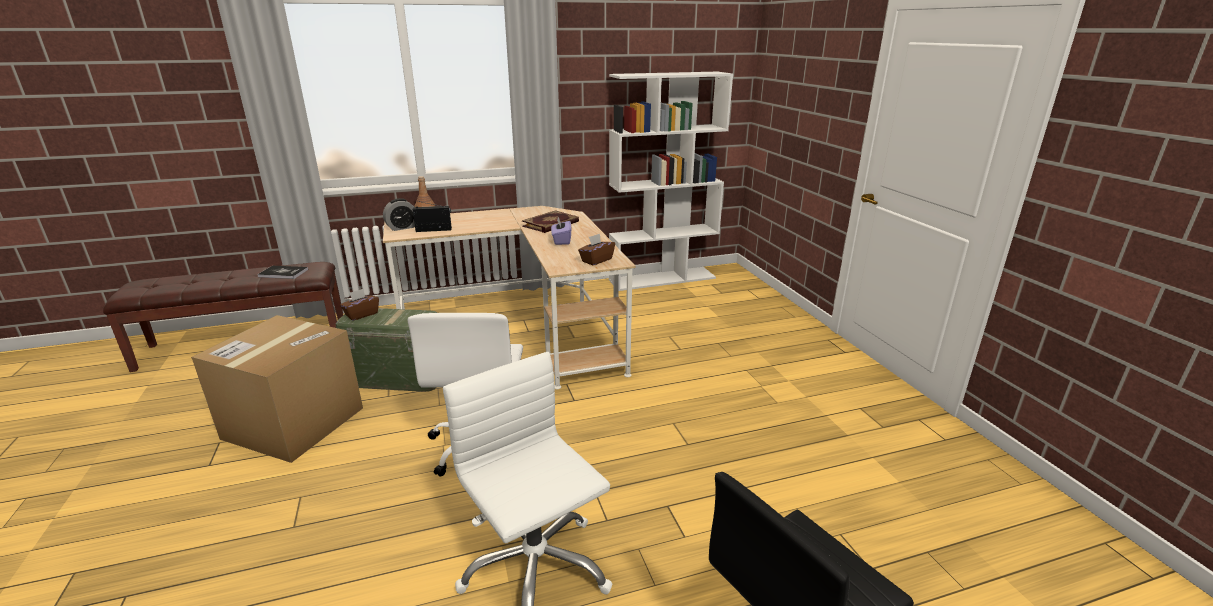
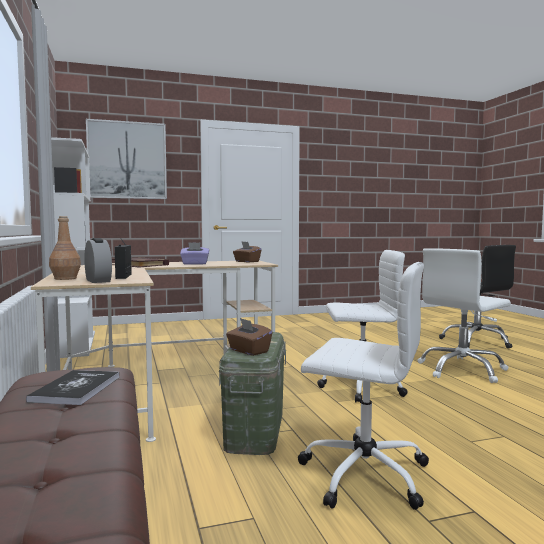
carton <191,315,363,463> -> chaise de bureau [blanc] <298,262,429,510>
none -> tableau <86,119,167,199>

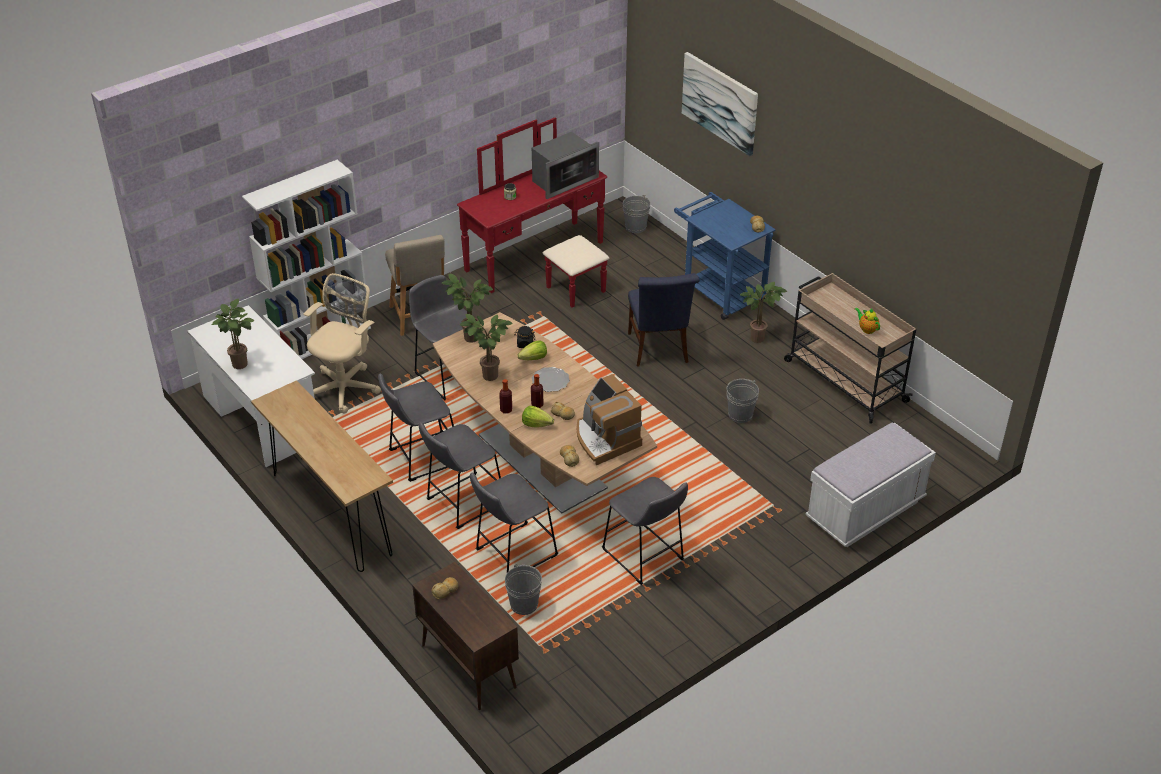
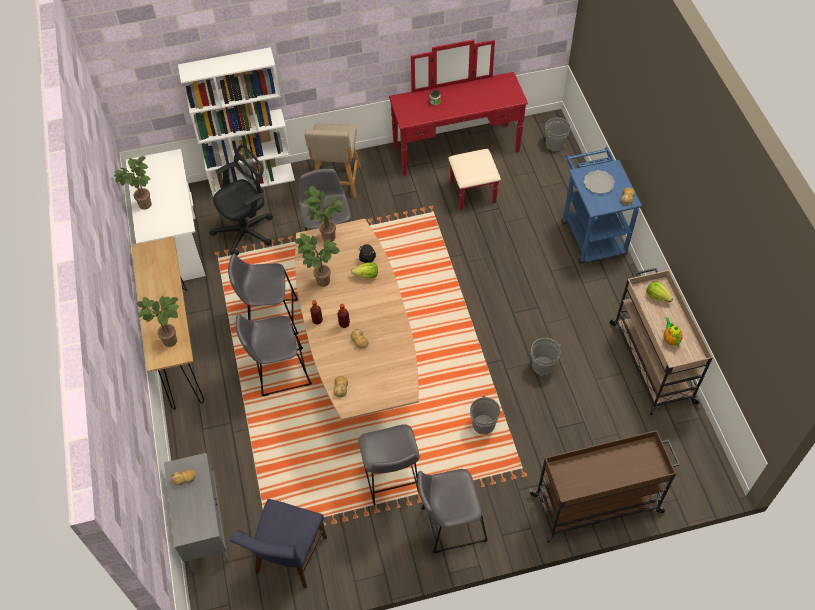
tableau <682,52,758,156> -> none
micro-ondes <532,132,599,199> -> none
chaise de bureau [beige] <303,273,381,414> -> chaise de bureau [noir] <209,145,273,255>
chaise [bleu] <628,273,699,367> -> chaise [bleu] <230,499,327,588>, moved
plante en pot <740,282,787,343> -> plante en pot <137,296,179,347>, moved
assiette <532,367,570,392> -> assiette <583,170,615,194>, moved
machine à café <576,374,642,465> -> none
laitue <522,406,554,428> -> laitue <646,281,673,302>, moved
banc [blanc] <805,422,936,547> -> chariot [marron] <529,430,680,543>
tabouret [gris] <470,473,558,572> -> tabouret [gris] <417,469,488,554>, moved
meuble de rangement [marron] <412,562,519,710> -> meuble de rangement [gris] <164,453,231,573>
seau [gris] <505,564,542,615> -> seau [gris] <470,395,500,435>, moved

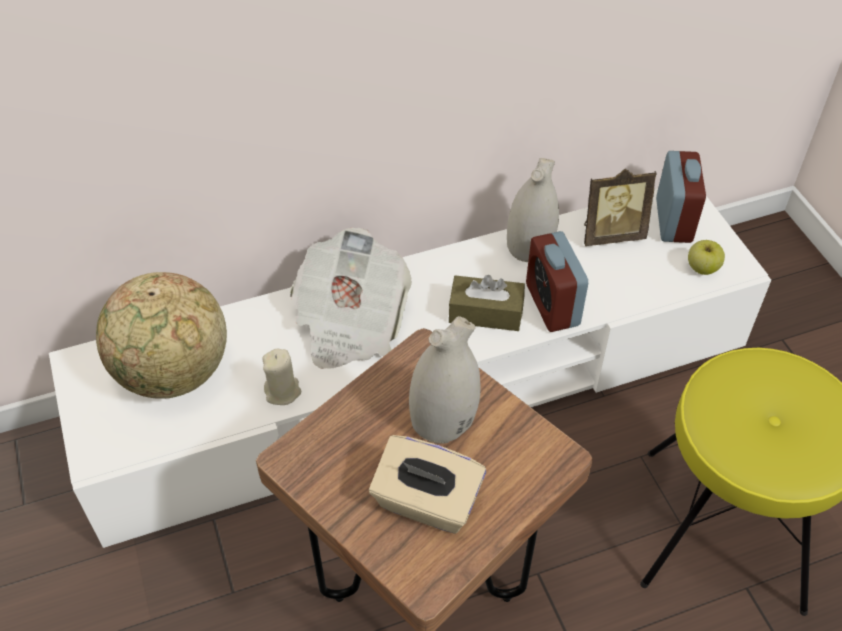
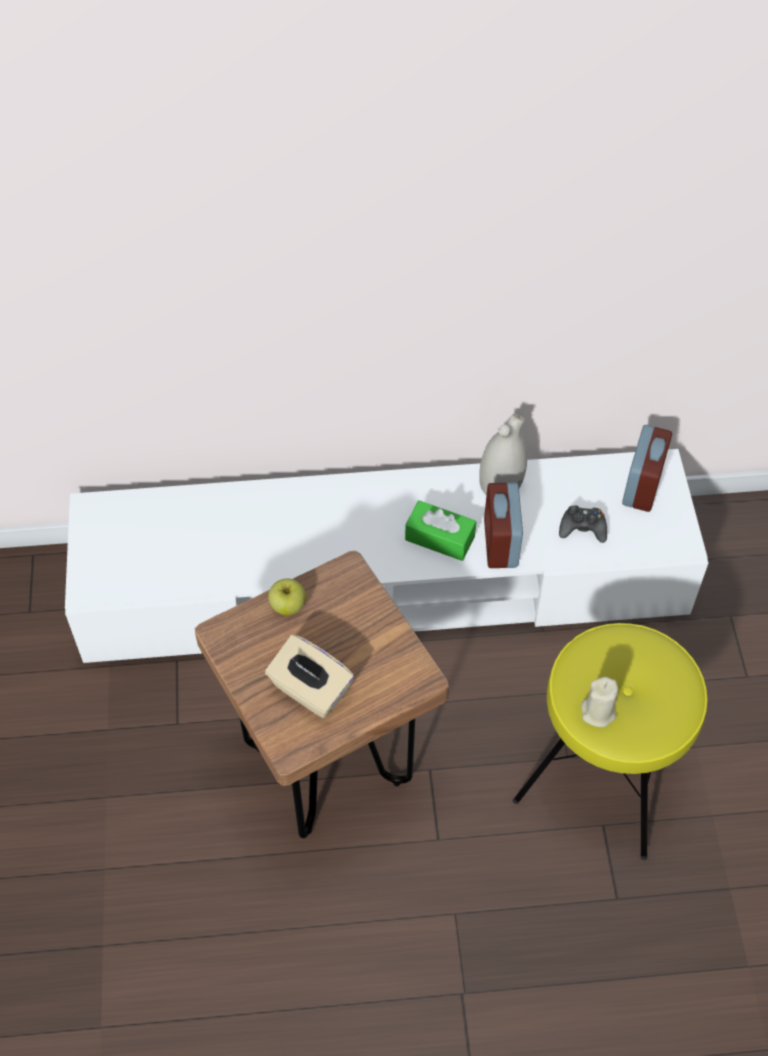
cadre photo <584,169,657,246> -> none
journal <290,228,412,369> -> none
pomme <688,240,725,275> -> pomme <268,578,306,615>, moved
globe <96,272,227,399> -> none
boîte à mouchoirs [marron] <449,275,525,331> -> boîte à mouchoirs [vert] <405,500,476,561>
vase [blanc] <409,316,481,444> -> none
bougie [beige] <262,348,302,405> -> bougie [beige] <581,677,618,727>, moved
none -> manette [noir] <559,506,607,543>

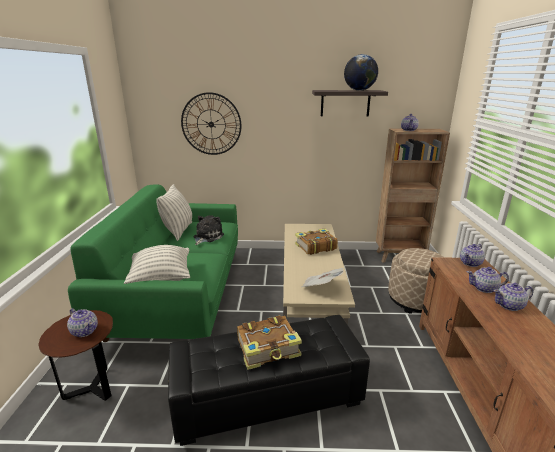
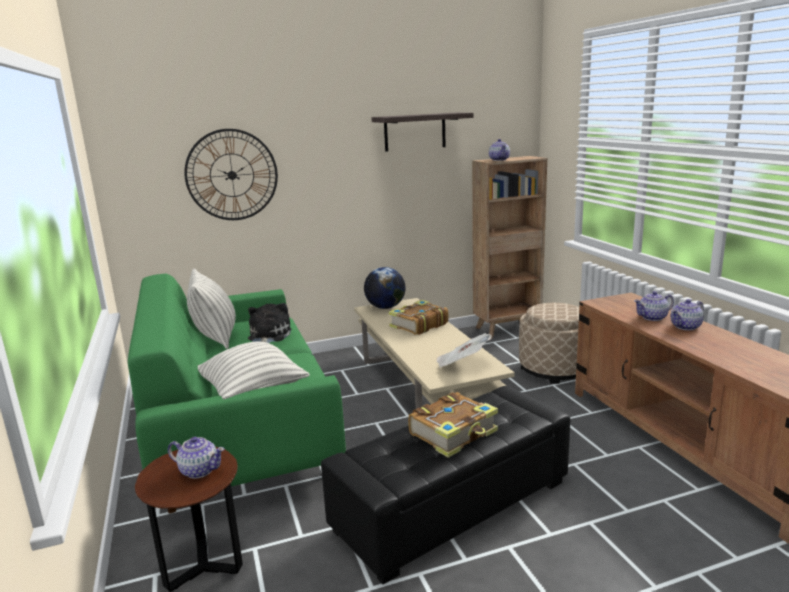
globe <344,54,378,91> -> globe <364,267,406,309>, moved
théière <460,244,485,267> -> none

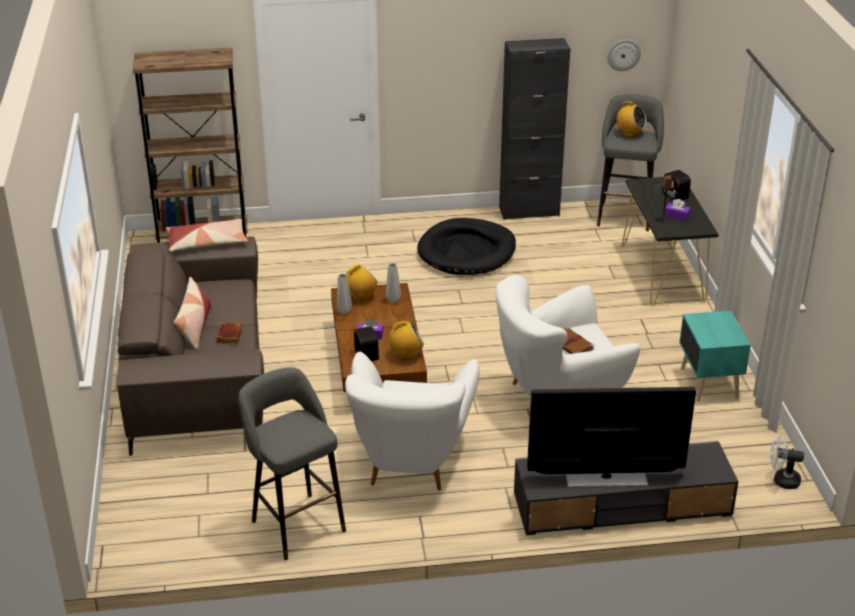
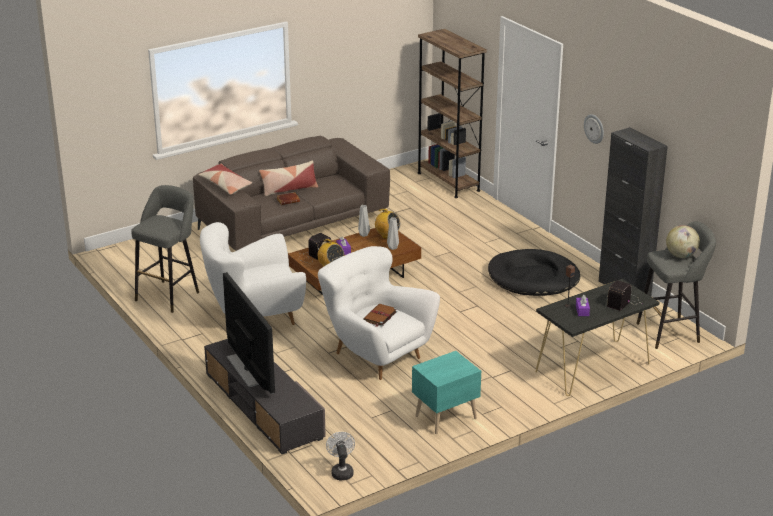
horloge murale <607,39,641,71> -> horloge murale <584,114,604,144>, moved
radio <616,101,646,137> -> globe <666,225,700,258>
coussin <166,219,248,251> -> coussin <199,163,252,195>, moved

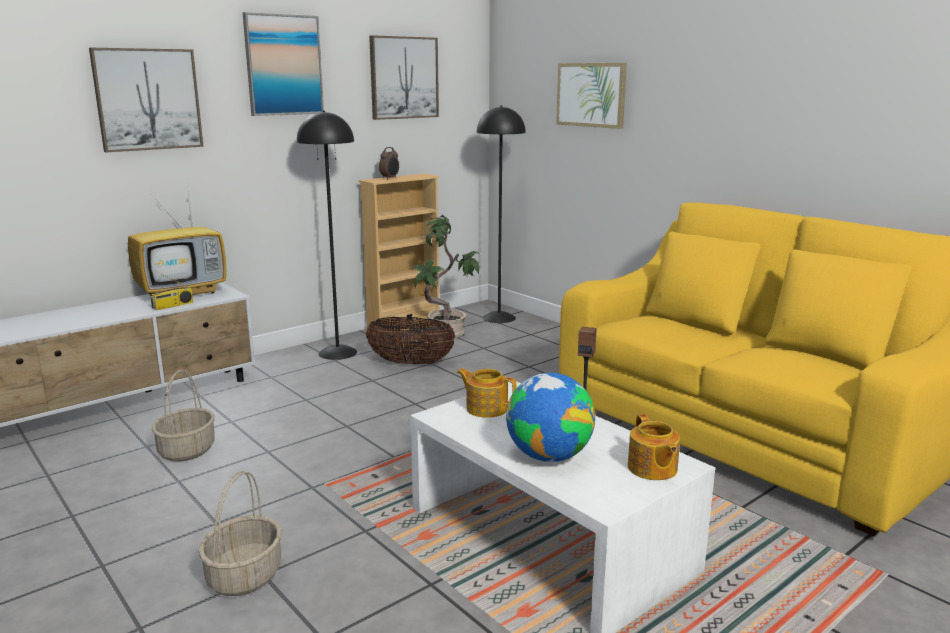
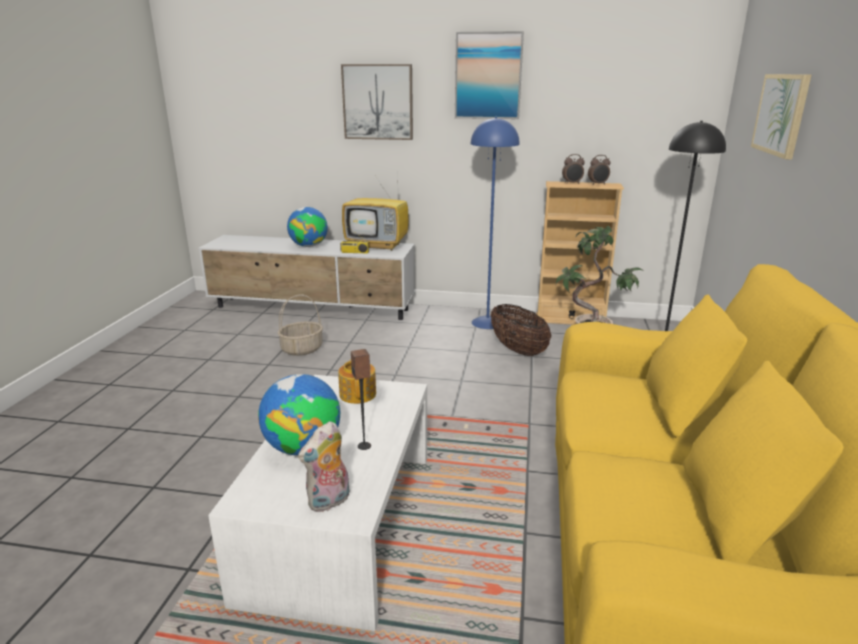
tableau <369,35,439,120> -> none
lampadaire [noir] <297,111,357,360> -> lampadaire [bleu] <471,117,520,329>
théière <628,414,680,480> -> peluche <298,421,350,512>
panier <198,471,282,596> -> none
none -> réveil <588,155,611,185>
none -> globe <287,207,328,247>

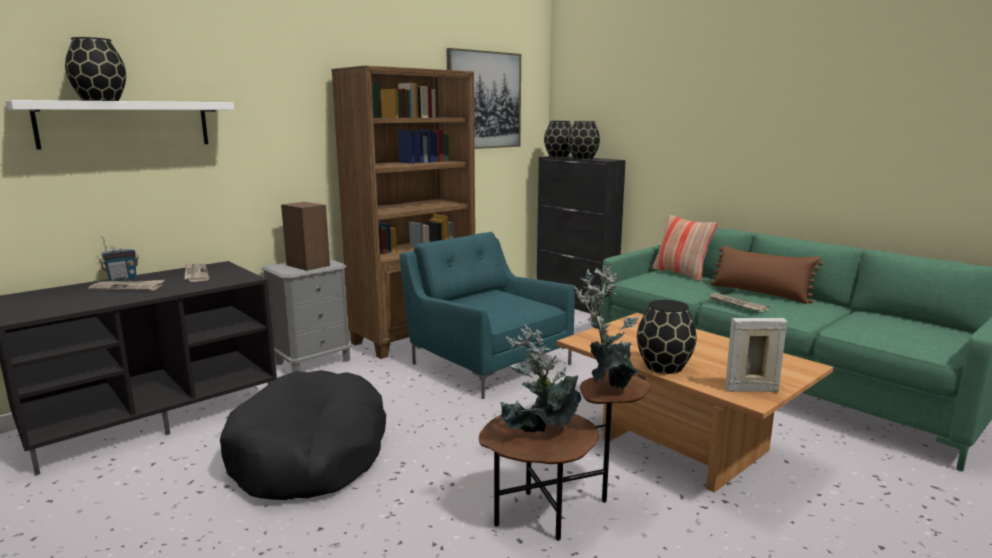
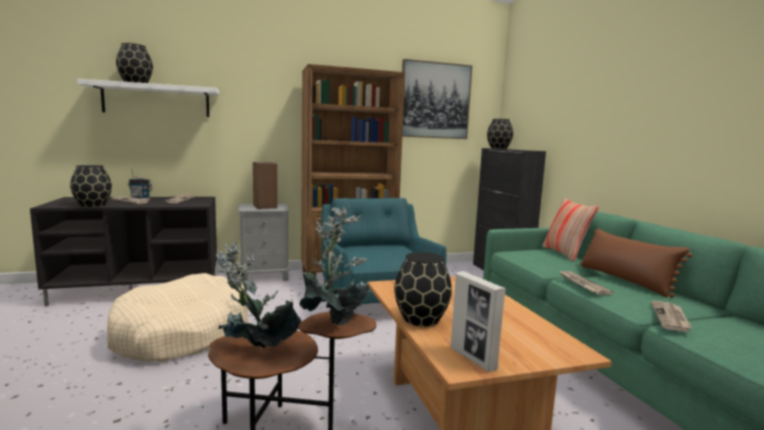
vase [noir] <568,121,600,159> -> vase [noir] <70,165,112,207>, moved
cadre photo <725,318,787,392> -> cadre photo <451,271,506,372>, 150 degrees counterclockwise
panier pour chien [noir] <220,370,386,500> -> panier pour chien [beige] <107,273,248,362>
none -> journal <651,301,692,332>

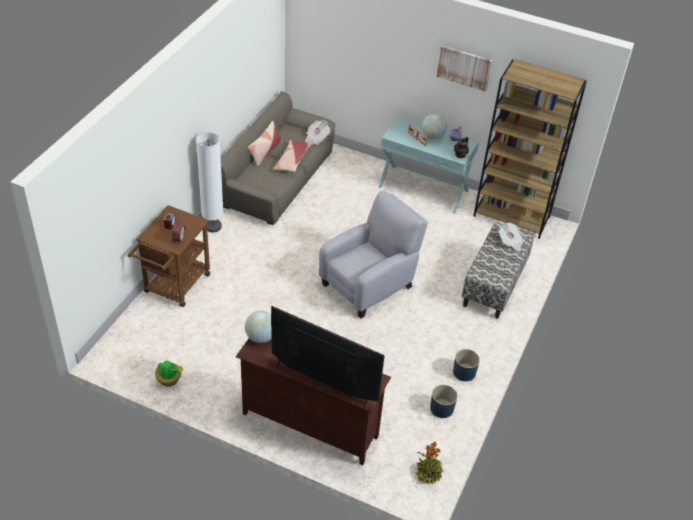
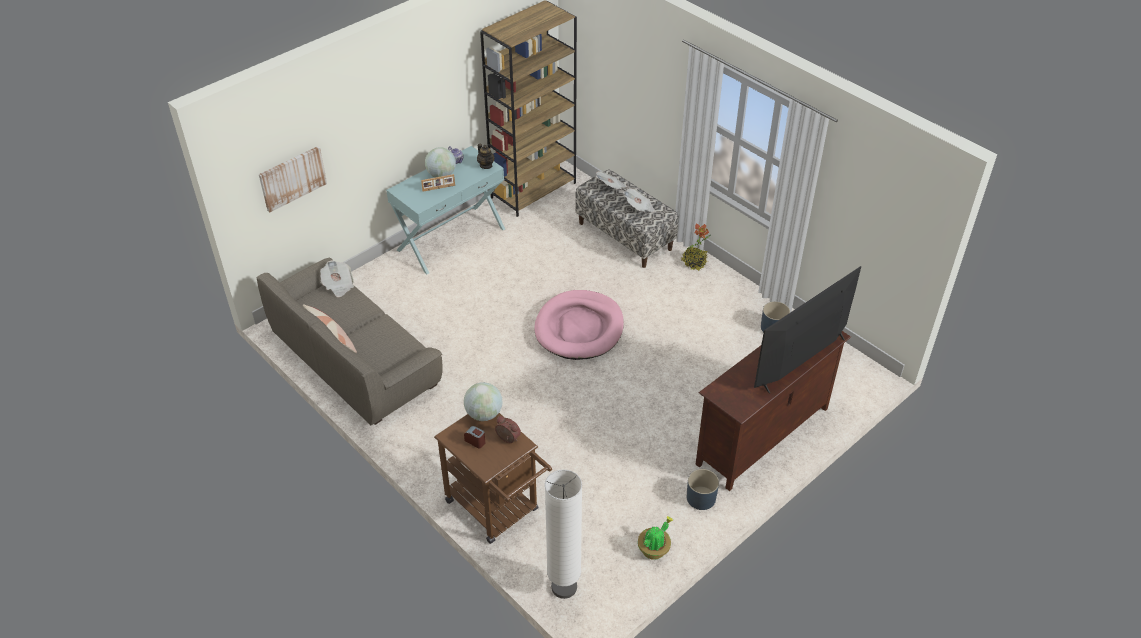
tableau <437,45,492,91> -> tableau <259,146,327,213>, moved
lampadaire [blanc] <196,132,224,232> -> lampadaire [blanc] <545,470,582,599>, moved
coussin <273,140,312,172> -> none
fauteuil [gris] <319,191,428,318> -> panier pour chien [rose] <534,290,624,360>
globe <245,311,272,343> -> globe <464,382,502,421>, moved
cache-pot [bleu] <453,349,480,381> -> cache-pot [bleu] <687,469,719,510>, moved
plante en pot <415,441,443,484> -> plante en pot <681,224,710,271>, moved
none -> journal <623,188,655,212>

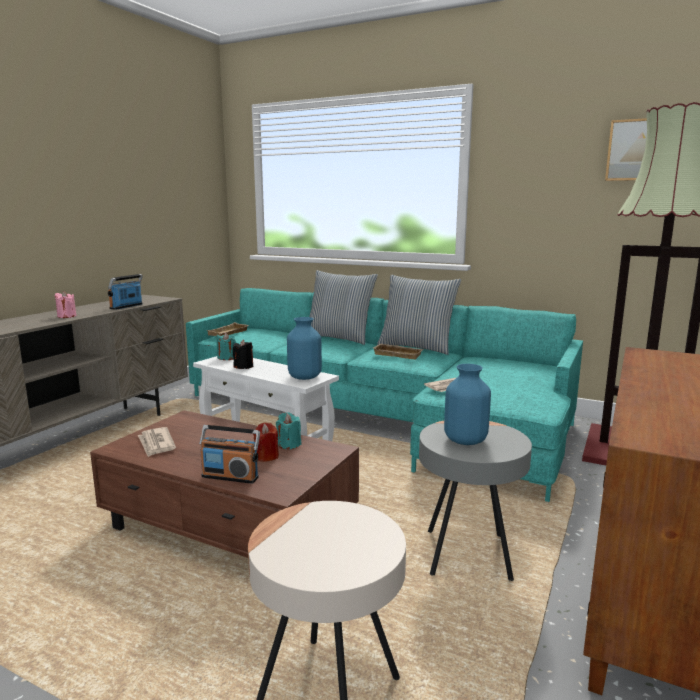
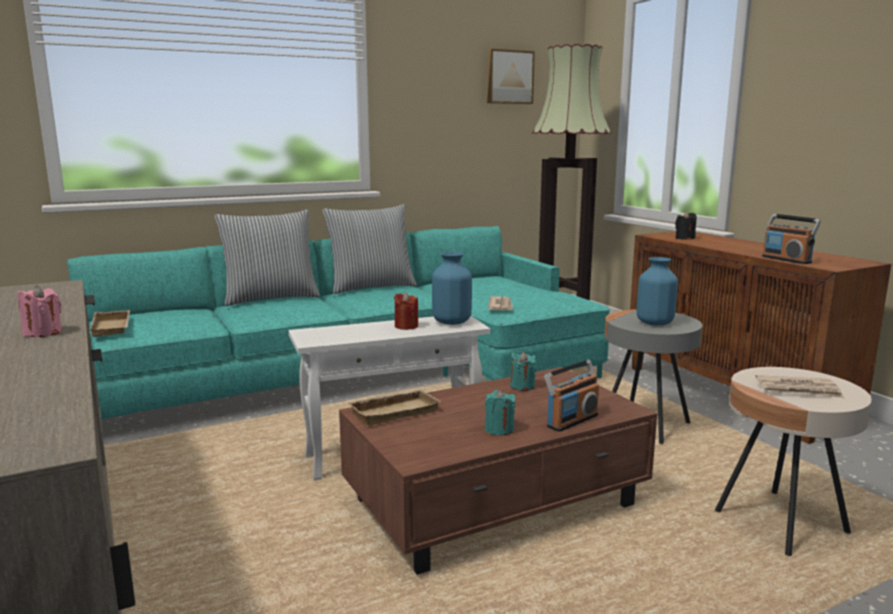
radio <108,274,143,310> -> radio <762,214,821,264>, moved
bougie [turquoise] <217,333,236,360> -> bougie [turquoise] <485,389,516,435>, moved
bougie [noir] <233,340,253,369> -> bougie [noir] <675,211,696,240>, moved
plateau [beige] <374,344,424,359> -> plateau [beige] <347,389,441,425>, moved
bougie [rouge] <253,422,279,462> -> bougie [rouge] <394,292,418,330>, moved
journal <138,427,176,457> -> journal <755,375,844,398>, moved

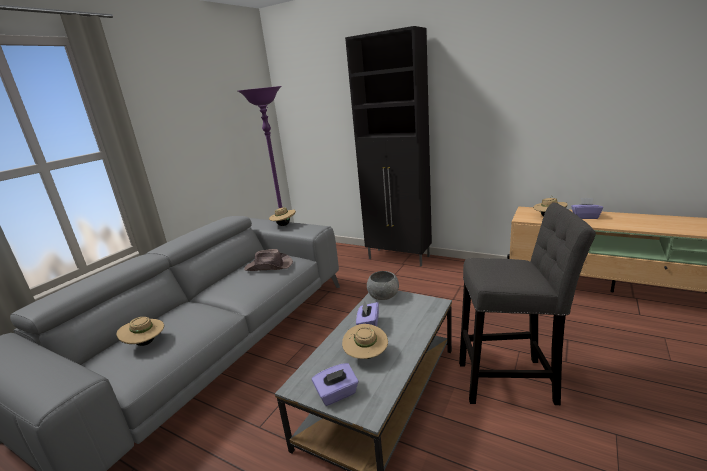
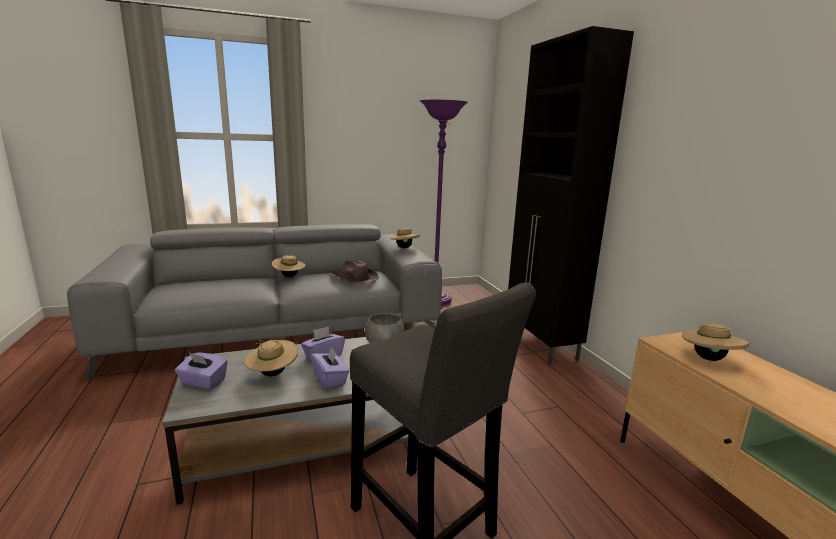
boîte à mouchoirs [violet] <571,198,603,219> -> boîte à mouchoirs [violet] <311,347,349,389>, moved
chapeau [beige] <117,317,164,346> -> chapeau [beige] <272,255,305,277>, moved

